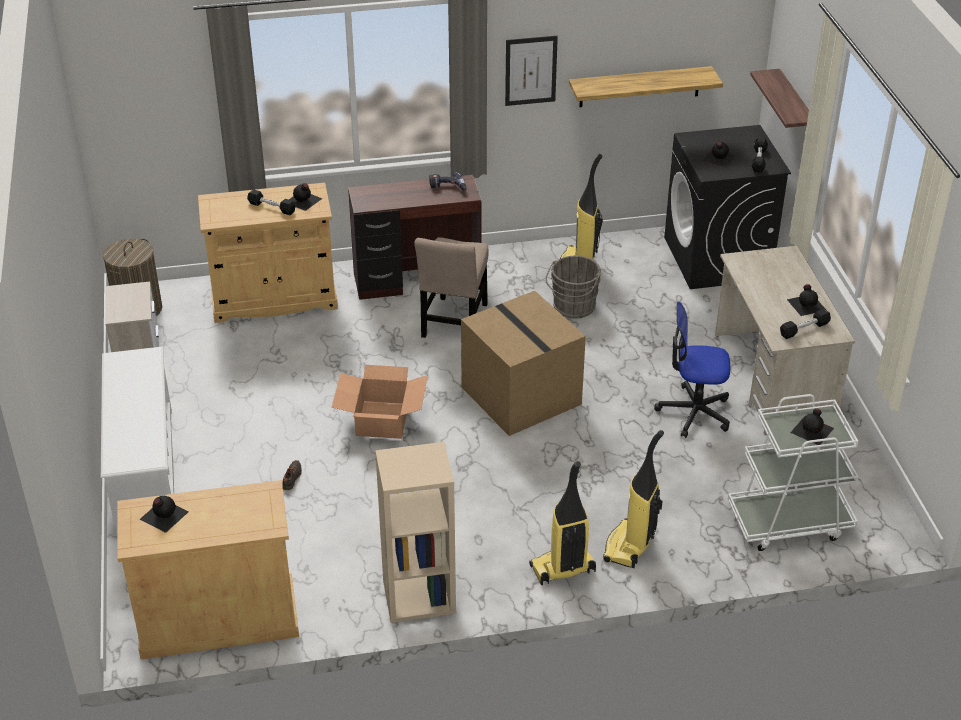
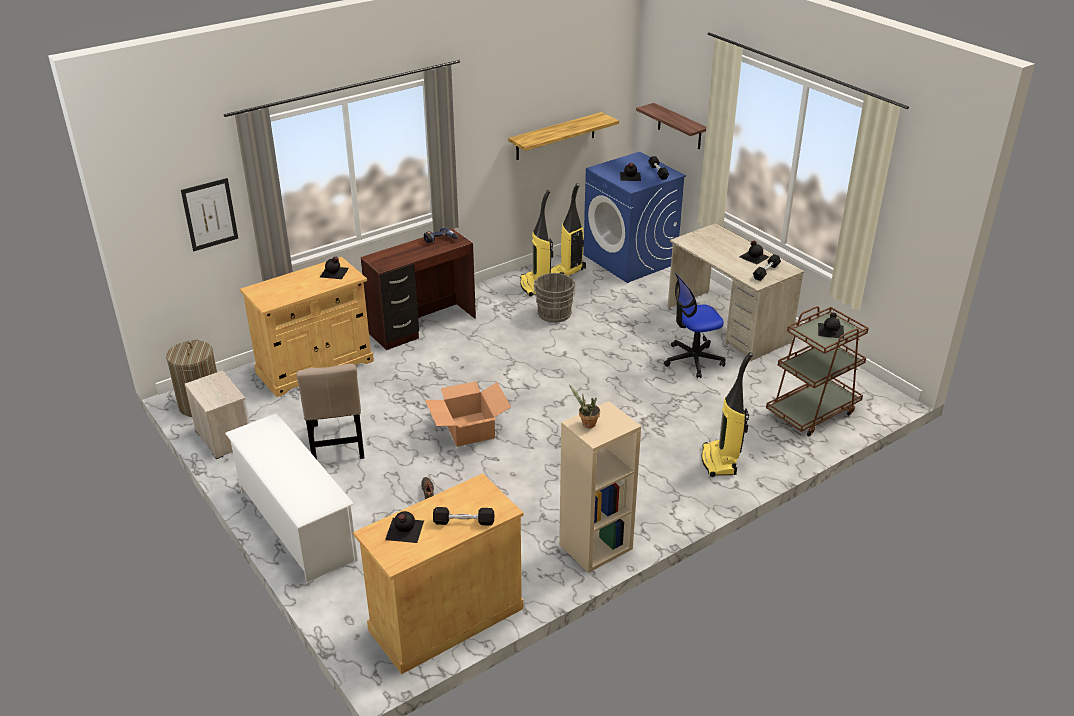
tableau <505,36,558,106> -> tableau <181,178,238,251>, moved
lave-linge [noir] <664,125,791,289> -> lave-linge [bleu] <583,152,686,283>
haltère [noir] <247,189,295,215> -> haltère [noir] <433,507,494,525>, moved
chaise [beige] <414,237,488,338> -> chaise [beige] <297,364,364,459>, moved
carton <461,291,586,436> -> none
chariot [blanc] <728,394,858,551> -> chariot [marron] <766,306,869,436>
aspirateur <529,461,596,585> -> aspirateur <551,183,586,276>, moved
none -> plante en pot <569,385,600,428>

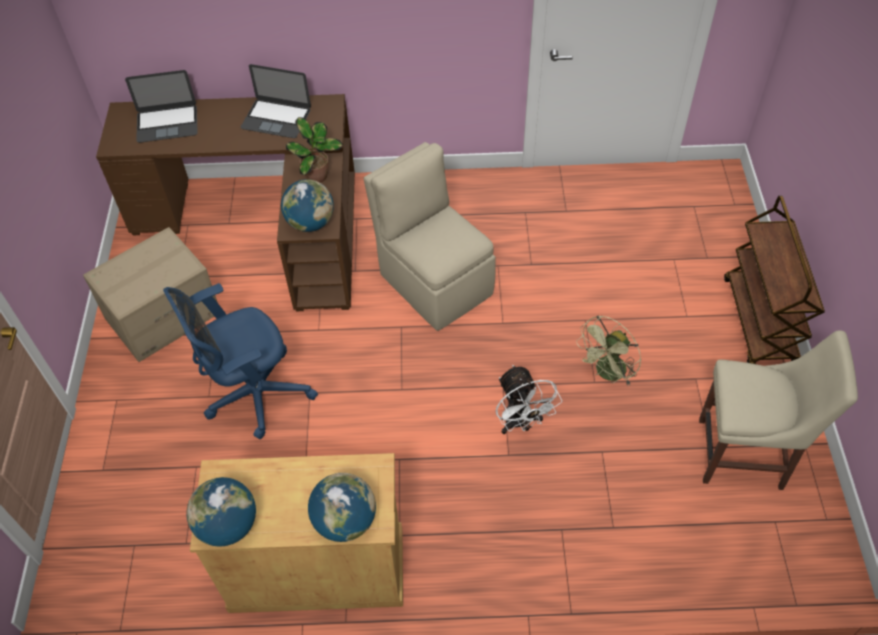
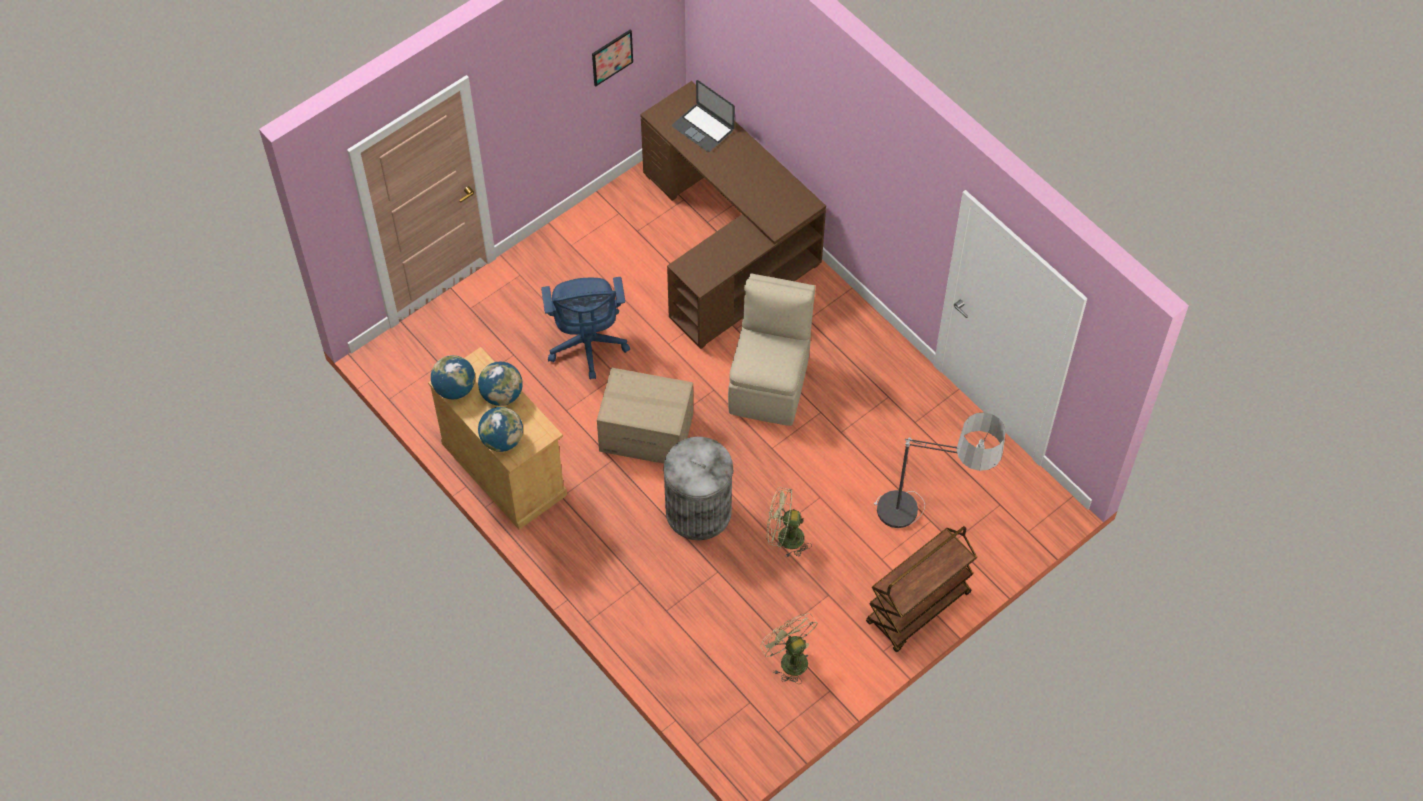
ordinateur portable <241,64,311,138> -> none
plante en pot <286,117,343,183> -> none
globe <281,179,334,232> -> globe <478,362,523,406>, moved
carton <83,227,218,362> -> carton <597,368,693,464>, moved
chaise de bureau [bleu] <163,283,318,439> -> chaise de bureau [bleu] <541,277,630,380>, 120 degrees counterclockwise
chaise [beige] <699,330,858,490> -> ventilateur [vert] <760,613,817,684>
ventilateur [blanc] <496,365,562,434> -> poubelle [gris] <663,437,734,540>
none -> tableau <592,30,633,86>
none -> lampadaire <874,412,1005,528>

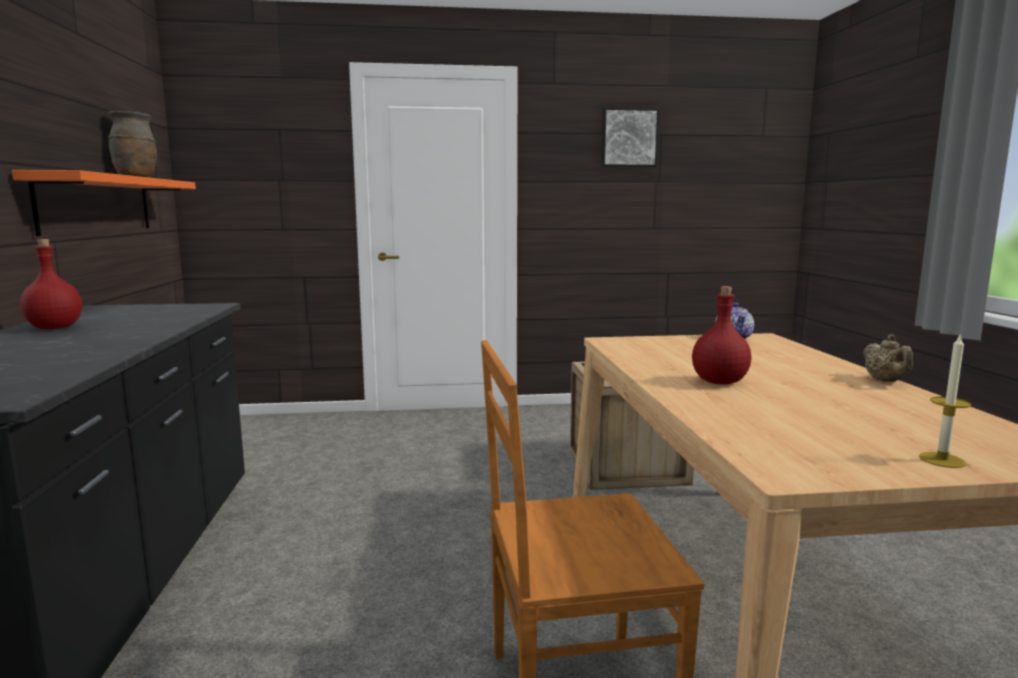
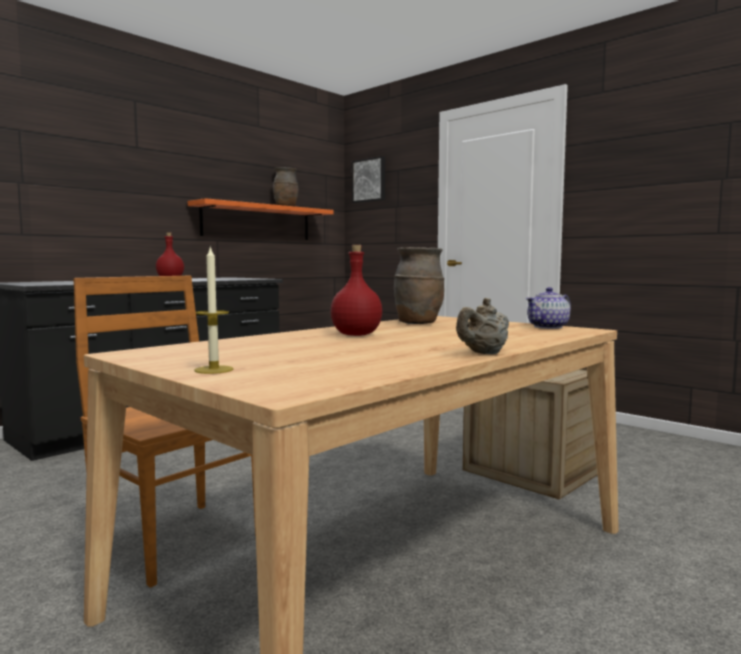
tableau <601,107,660,167> -> tableau <352,156,385,203>, moved
none -> vase [marron] <394,247,444,324>

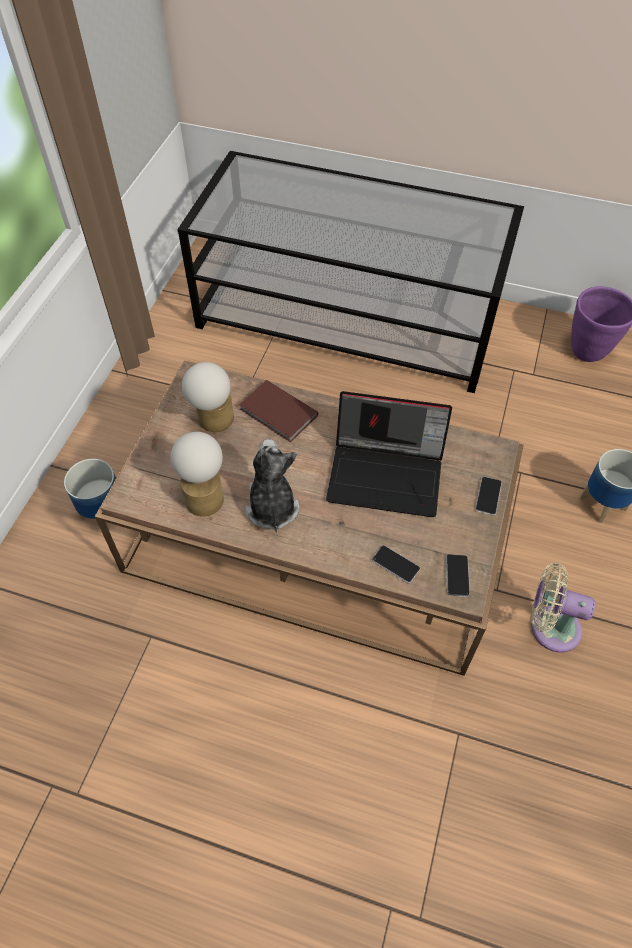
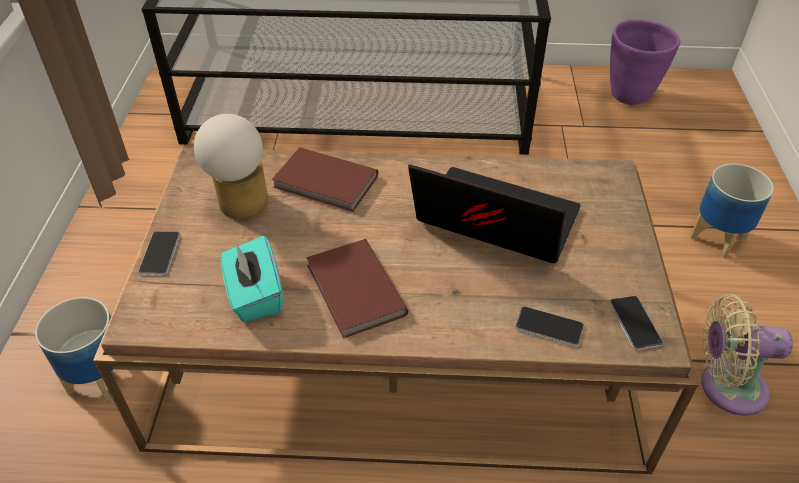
ordinateur portable <326,391,452,517> -> ordinateur portable <408,164,580,263>, 150 degrees counterclockwise
lampe de table <171,432,224,517> -> boîte à mouchoirs [turquoise] <221,236,283,322>
peluche <245,439,299,532> -> livre [marron] <306,239,408,339>
téléphone <475,477,502,515> -> téléphone <138,231,180,275>, moved

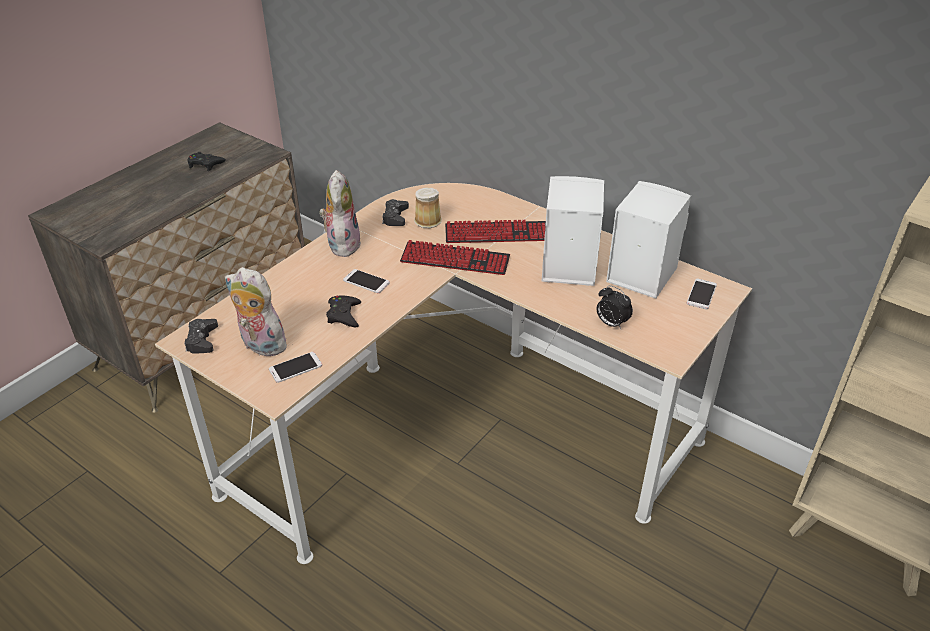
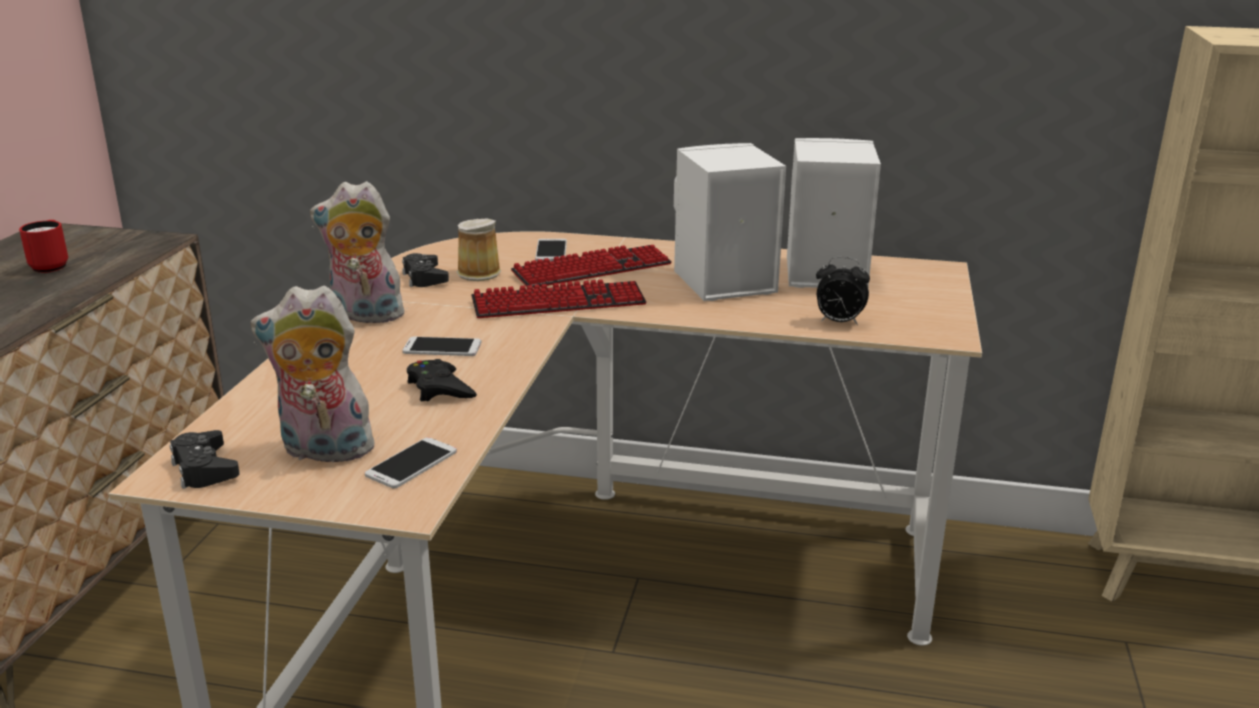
manette [noir] <187,152,226,171> -> mug [rouge] <19,220,68,273>
peluche <319,170,361,257> -> peluche <310,181,407,323>, 60 degrees counterclockwise
téléphone <687,279,717,310> -> téléphone <535,239,567,261>, moved

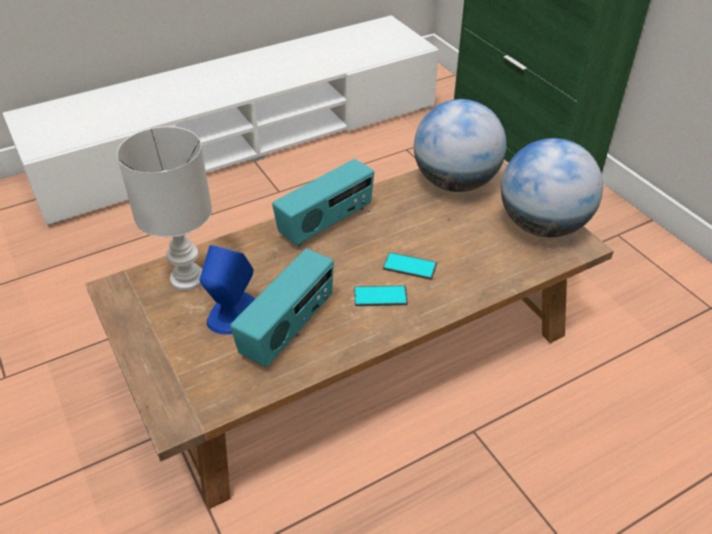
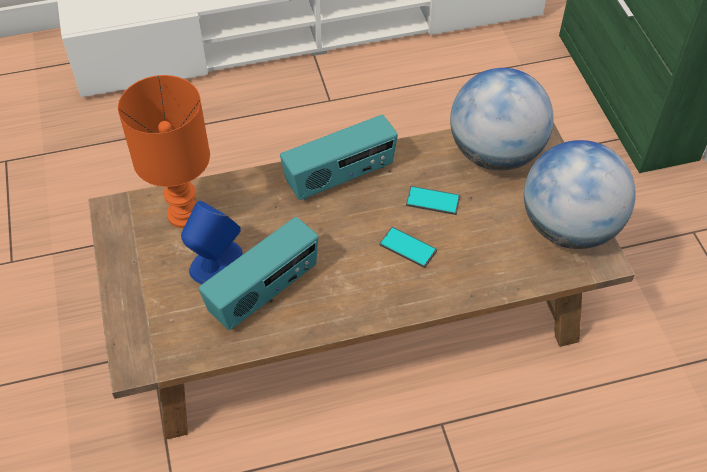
lampe de table [blanc] <117,126,212,291> -> lampe de table [orange] <118,75,210,228>
téléphone <354,285,408,306> -> téléphone <406,186,460,215>, moved

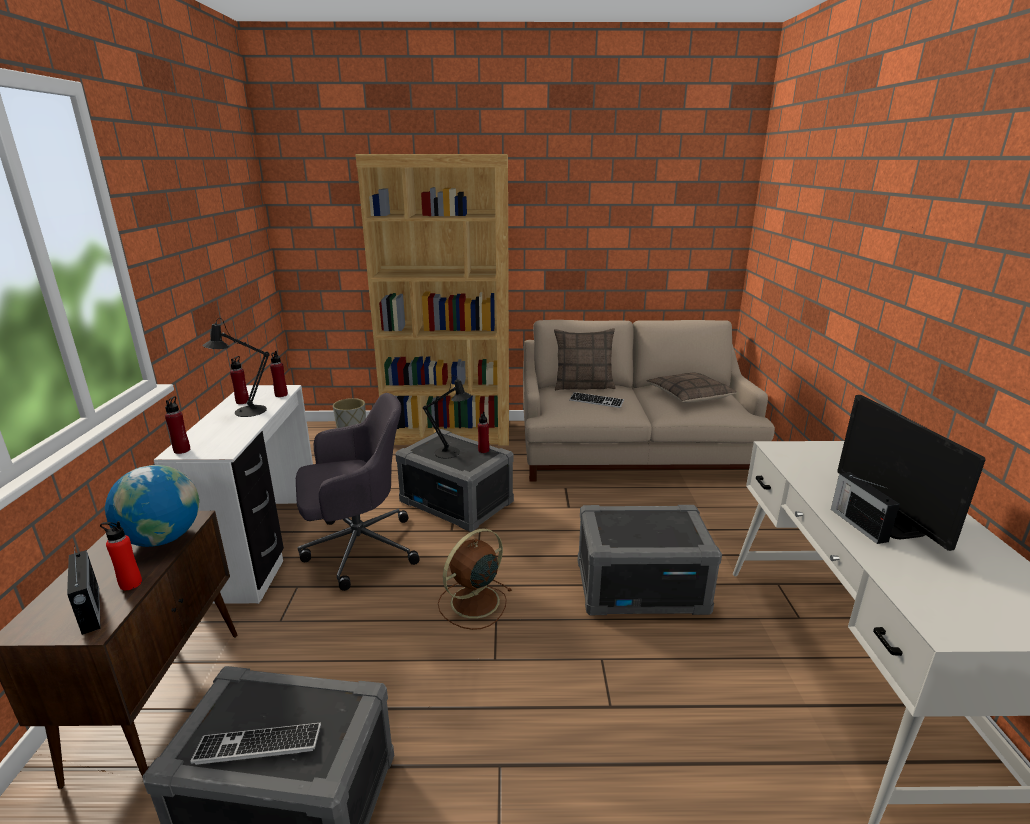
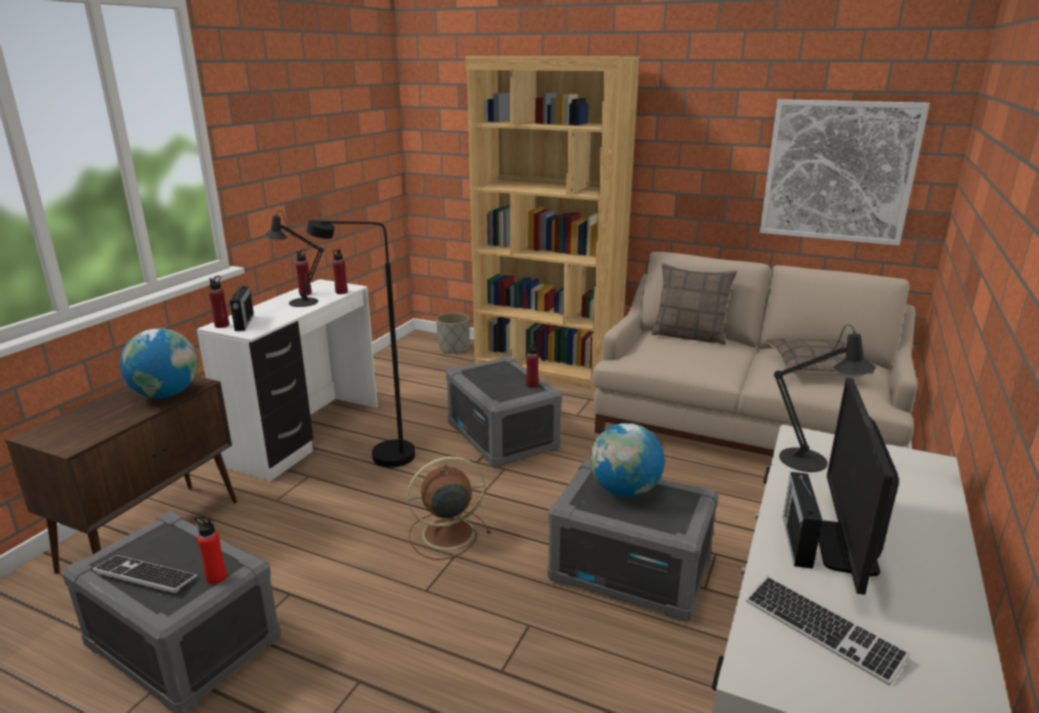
lampe de table [noir] <423,375,471,459> -> lampe de table [noir] <774,324,876,472>, moved
clavier <569,392,624,408> -> clavier <746,576,910,685>, moved
chaise de bureau [gris] <296,393,420,591> -> lampadaire [noir] <307,220,415,468>
bouteille [rouge] <100,521,142,590> -> bouteille [rouge] <195,516,227,584>, moved
radio <67,546,101,635> -> radio <230,282,254,331>, moved
none -> tableau <760,99,930,246>
none -> globe <590,423,665,497>

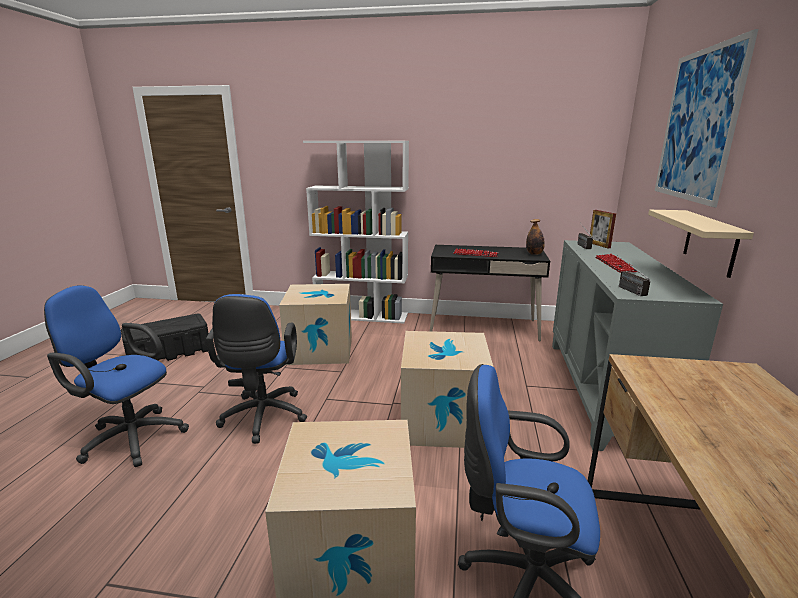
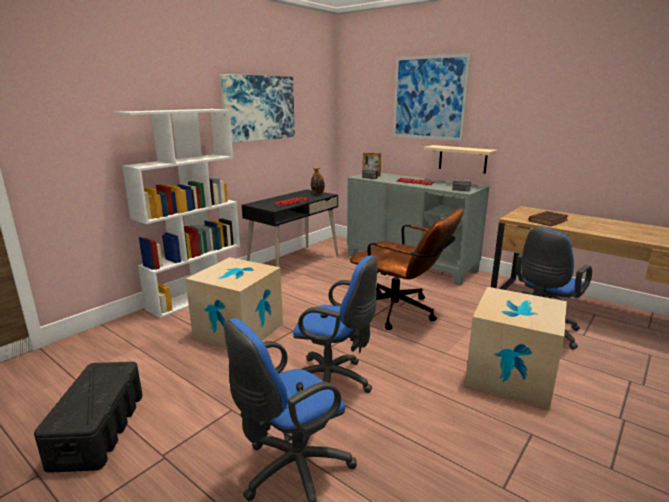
carton <401,331,493,448> -> chaise de bureau [marron] <350,208,464,330>
none -> tableau <220,74,295,143>
none -> livre [marron] <529,211,569,226>

